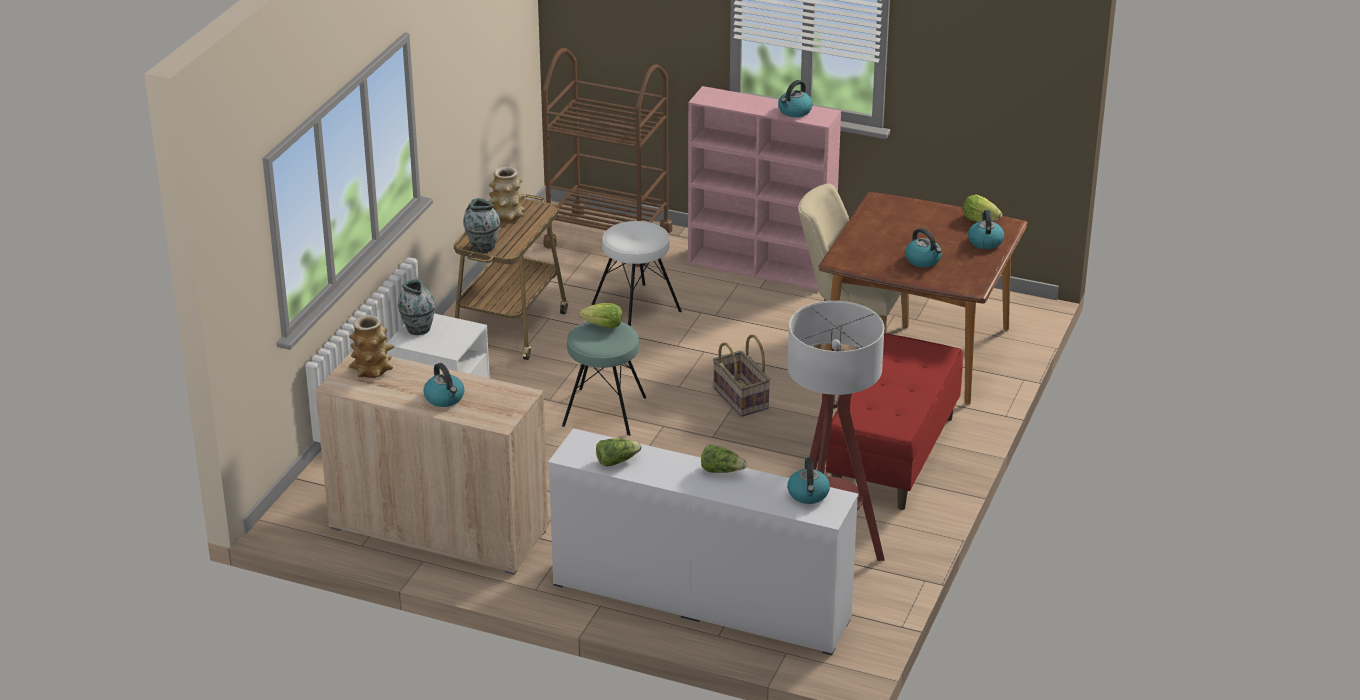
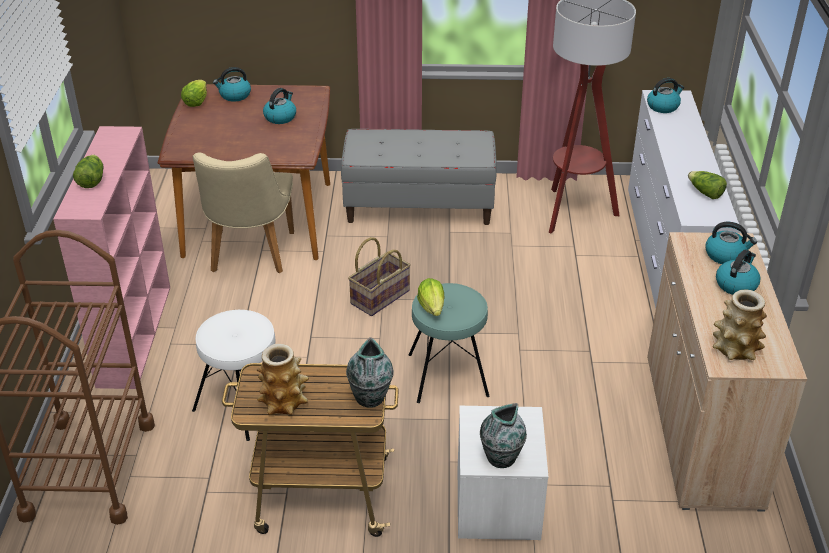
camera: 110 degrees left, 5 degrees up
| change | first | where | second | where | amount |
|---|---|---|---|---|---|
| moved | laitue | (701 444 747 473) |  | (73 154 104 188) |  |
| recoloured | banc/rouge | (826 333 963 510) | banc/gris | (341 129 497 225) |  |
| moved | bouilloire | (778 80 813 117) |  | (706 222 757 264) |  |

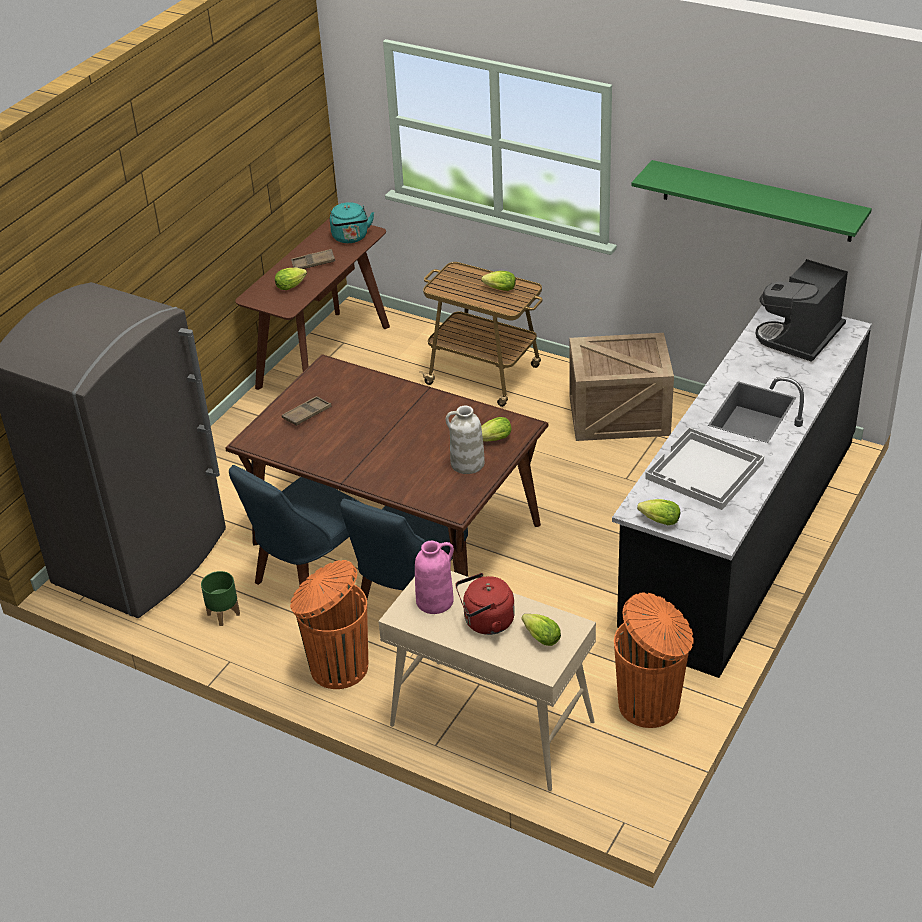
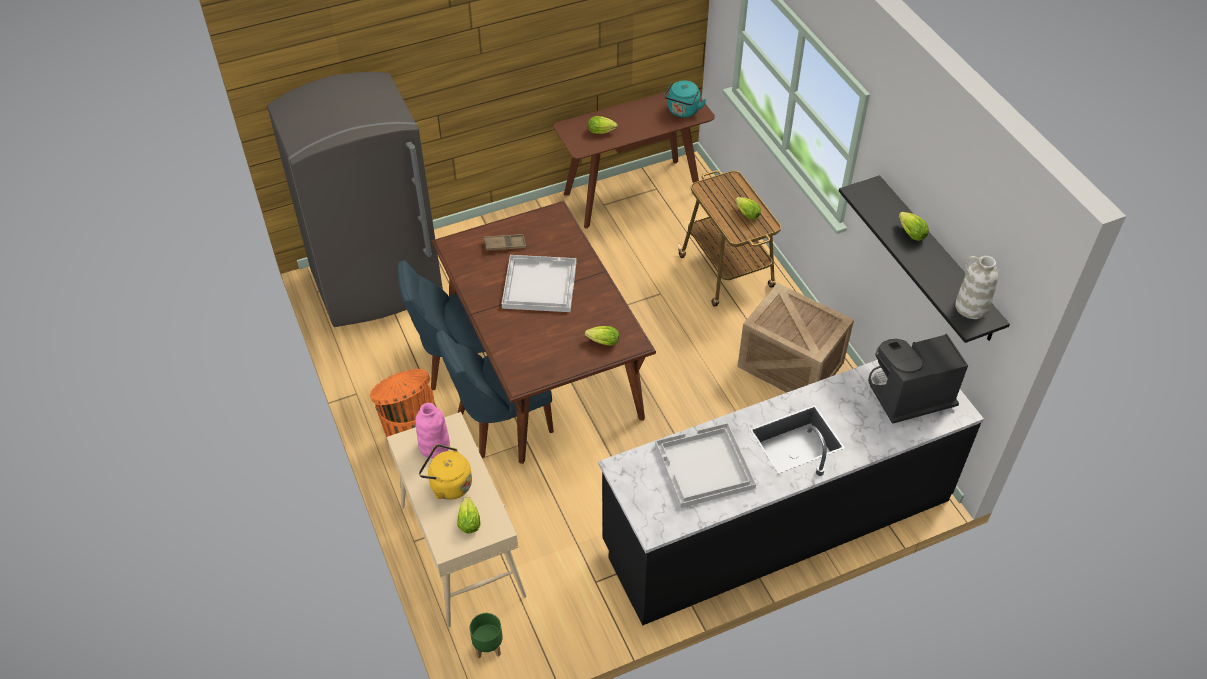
camera: 35 degrees right, 10 degrees up
| change | first | where | second | where | amount |
|---|---|---|---|---|---|
| recoloured | bouilloire/rouge | (455 573 515 635) | bouilloire/jaune | (419 444 472 500) |  |
| moved | cache-pot/vert | (201 571 240 626) |  | (470 613 503 659) |  |
| added |  |  | plateau/blanc | (502 255 577 312) |  |
| recoloured | étagère/vert | (631 160 872 242) | étagère/noir | (839 175 1010 343) |  |
| moved | laitue | (637 499 680 525) |  | (899 212 929 241) |  |
| moved | vase/blanc | (446 406 485 474) |  | (955 256 999 319) |  |
| removed | plateau/marron | (291 249 335 269) |  |  |  |
| removed | poubelle/orange | (614 592 694 728) |  |  |  |

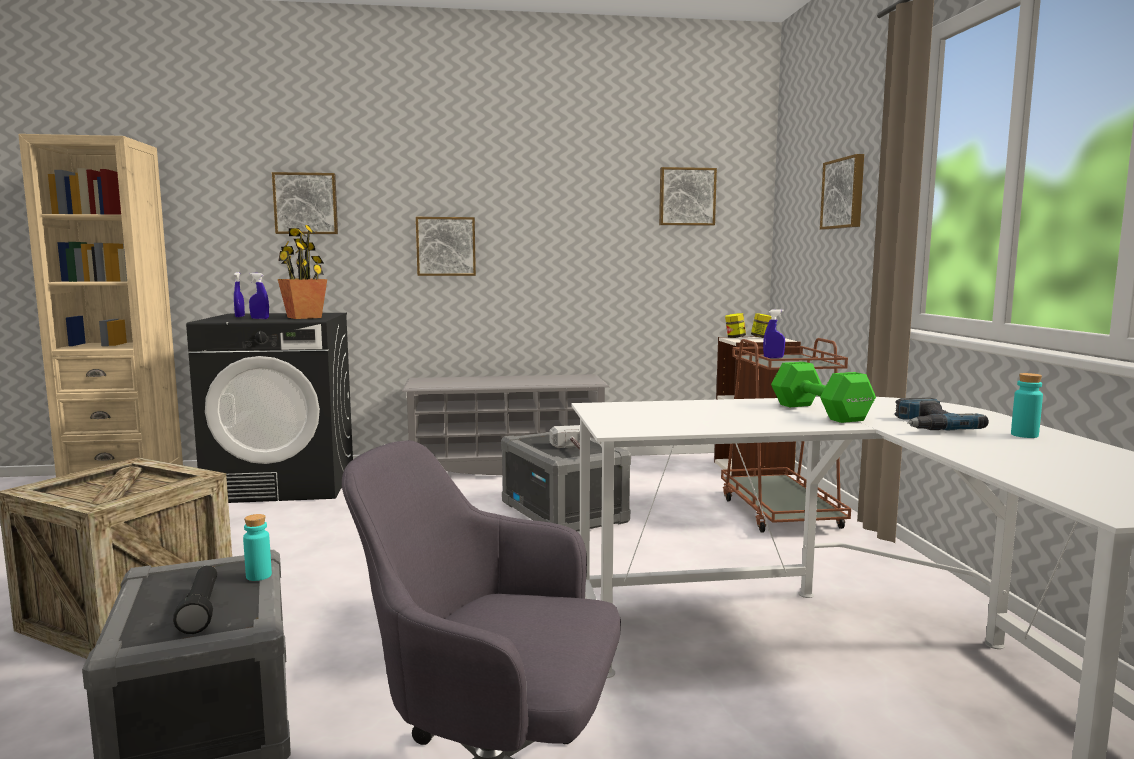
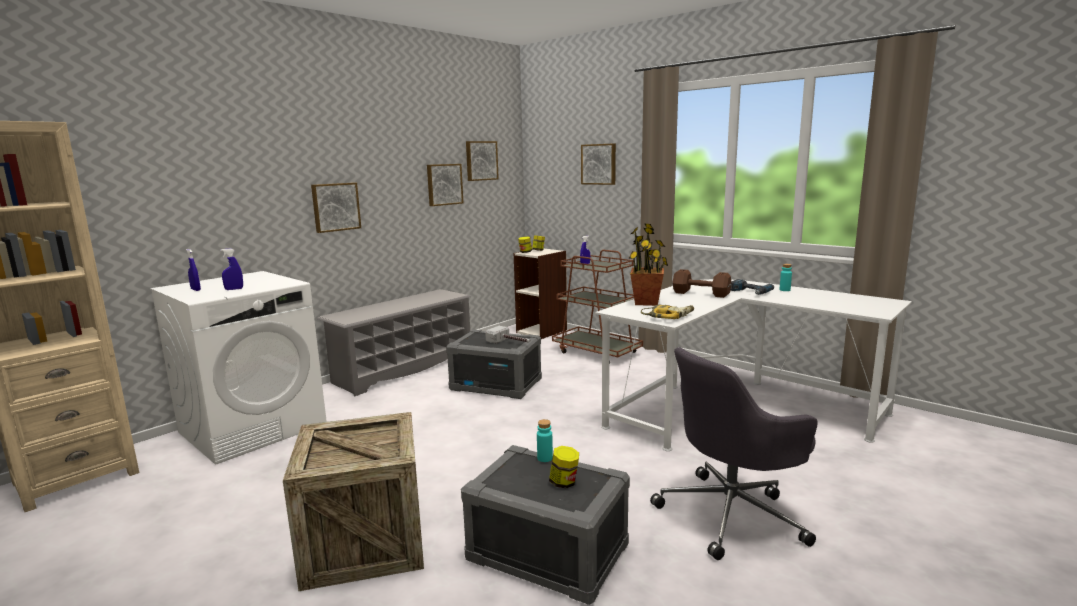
camera: 40 degrees left, 5 degrees up
| change | first | where | second | where | amount |
|---|---|---|---|---|---|
| recoloured | lave-linge/noir | (186 313 353 503) | lave-linge/blanc | (150 271 327 465) |  |
| moved | tableau | (272 172 338 234) |  | (427 164 463 206) |  |
| replaced | lampe de poche/noir | (173 565 217 634) | bocal | (549 446 579 489) |  |
| moved | plante en pot | (278 225 327 319) |  | (628 223 668 306) |  |
| added |  |  | perceuse | (641 305 694 319) |  |
| recoloured | haltère/vert | (771 362 876 423) | haltère/marron | (672 269 731 298) |  |

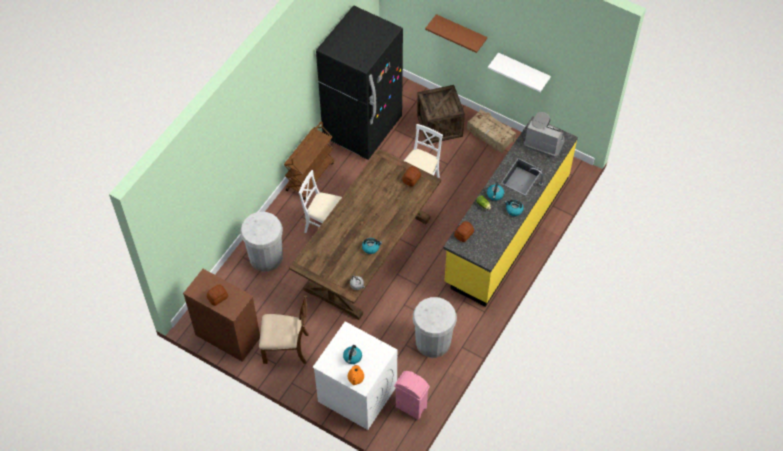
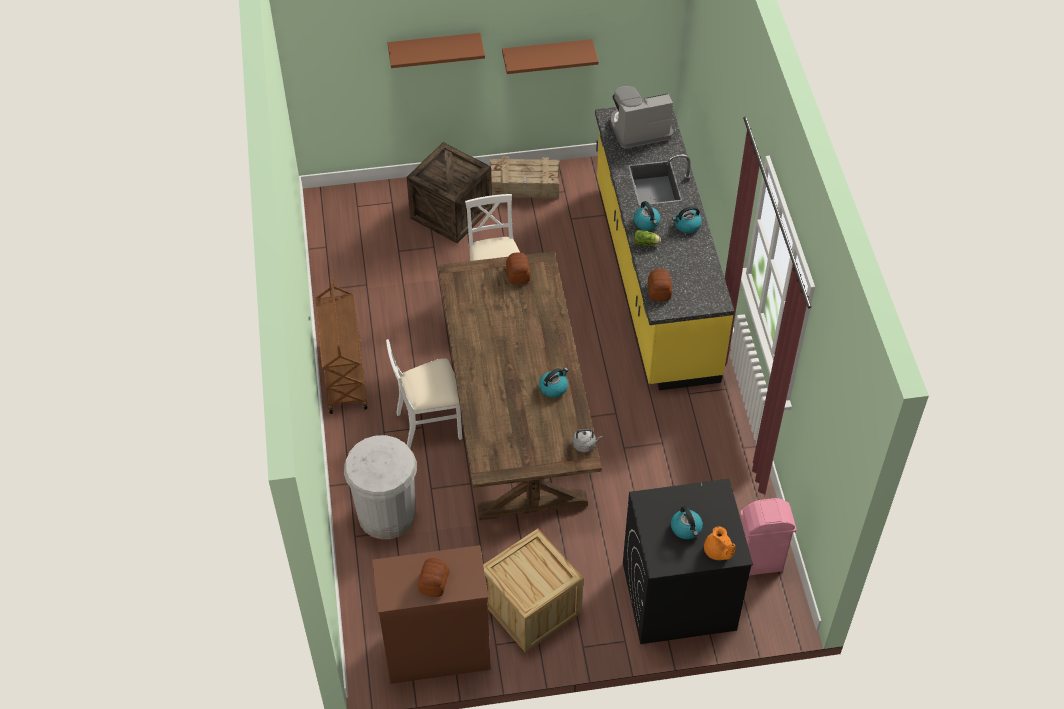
camera: 40 degrees left, 5 degrees down
| change | first | where | second | where | amount |
|---|---|---|---|---|---|
| replaced | chaise/marron | (259 295 309 364) | caisse | (483 528 583 653) |  |
| recoloured | étagère/blanc | (488 53 551 92) | étagère/marron | (502 39 598 74) |  |
| recoloured | lave-linge/blanc | (313 321 397 430) | lave-linge/noir | (623 479 753 644) |  |
| removed | réfrigérateur/noir | (316 5 403 160) |  |  |  |
| removed | poubelle/blanc | (413 297 457 358) |  |  |  |

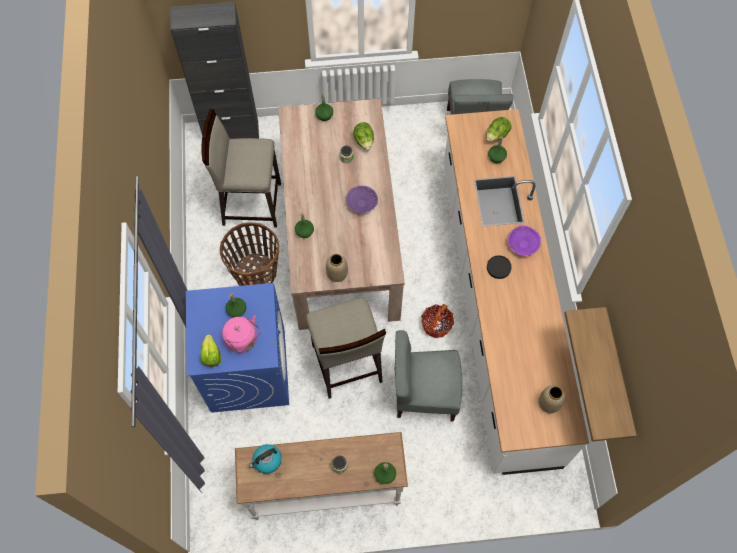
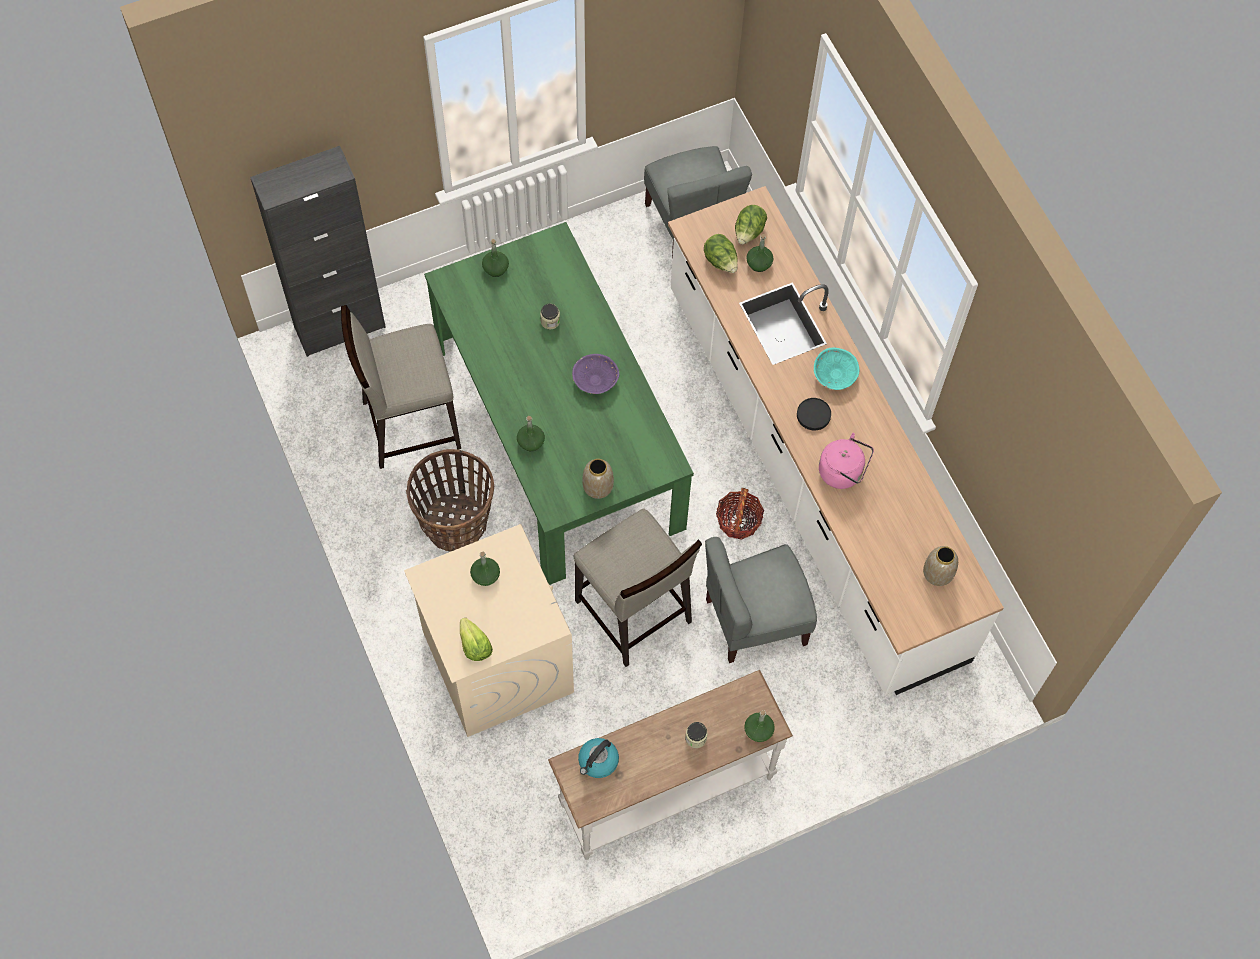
camera: 20 degrees left, 0 degrees up
| change | first | where | second | where | amount |
|---|---|---|---|---|---|
| recoloured | lave-linge/bleu | (186 283 289 413) | lave-linge/beige | (404 524 574 737) |  |
| recoloured | table à manger/beige | (278 99 405 330) | table à manger/vert | (424 222 694 585) |  |
| moved | laitue | (353 122 374 150) |  | (704 234 738 273) |  |
| recoloured | bol/violet | (508 225 541 256) | bol/turquoise | (814 348 859 390) |  |
| moved | bouilloire/rose | (222 315 261 353) |  | (819 433 874 489) |  |
| removed | étagère | (564 307 637 442) |  |  |  |

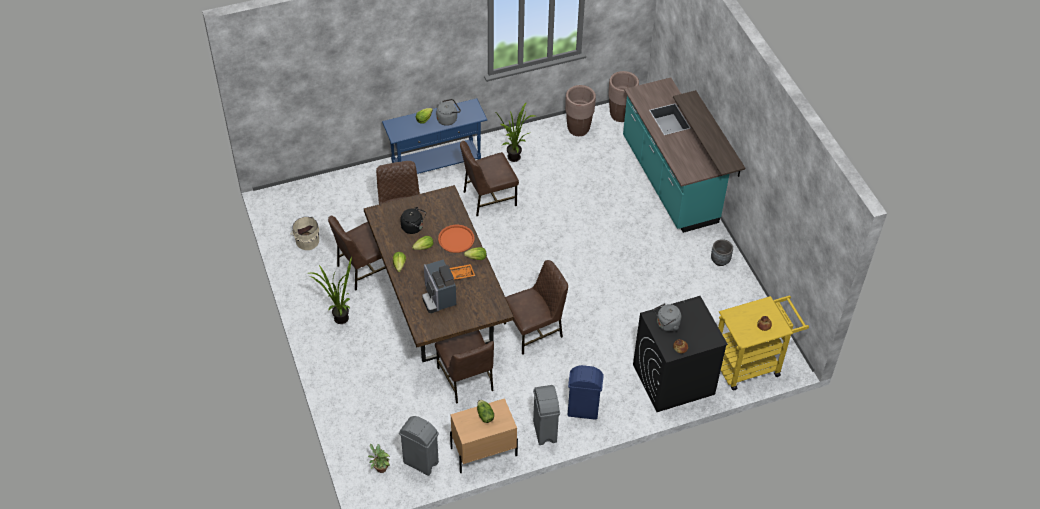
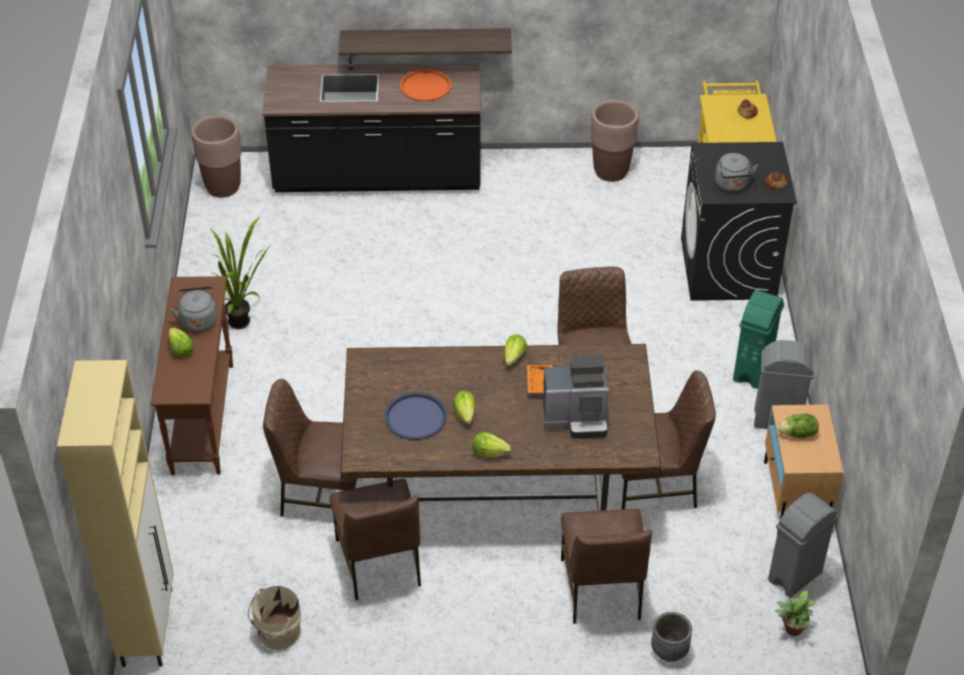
camera: 70 degrees left, 5 degrees down
| change | first | where | second | where | amount |
|---|---|---|---|---|---|
| added |  |  | meuble de rangement/beige | (57 360 174 667) |  |
| recoloured | table console/bleu | (382 98 487 174) | table console/marron | (151 276 233 476) |  |
| recoloured | comptoir de cuisine/turquoise | (623 77 729 233) | comptoir de cuisine/noir | (262 55 481 192) |  |
| replaced | bouilloire/noir | (400 207 426 234) | plateau/bleu | (385 392 447 440) |  |
| moved | plateau/orange | (438 225 475 253) |  | (400 69 452 101) |  |
| moved | chaise/marron | (460 141 519 216) |  | (561 509 652 624) |  |
| moved | cache-pot/marron | (565 85 596 136) |  | (591 100 639 182) |  |
| moved | cache-pot/gris | (711 239 733 266) |  | (651 612 692 662) |  |
| recoloured | poubelle/bleu | (568 365 604 420) | poubelle/vert | (733 290 784 389) |  |
| removed | plante en pot | (310 256 352 324) |  |  |  |

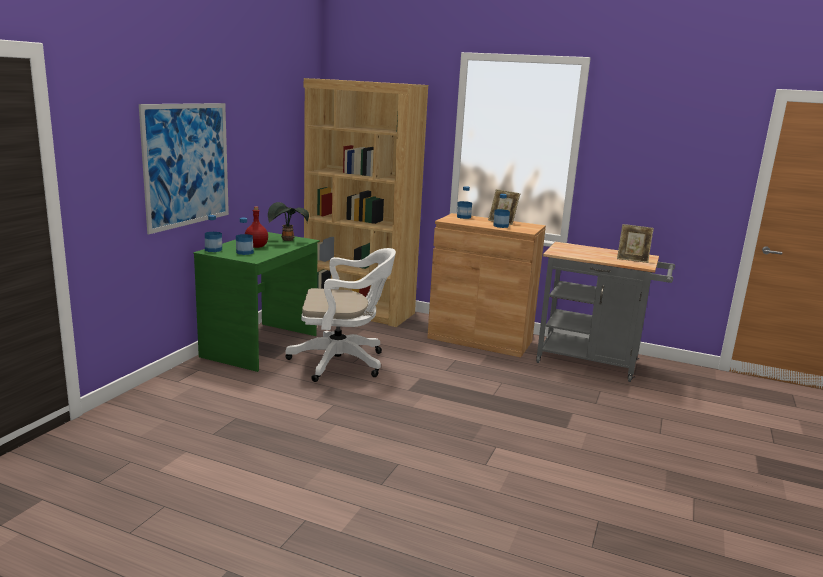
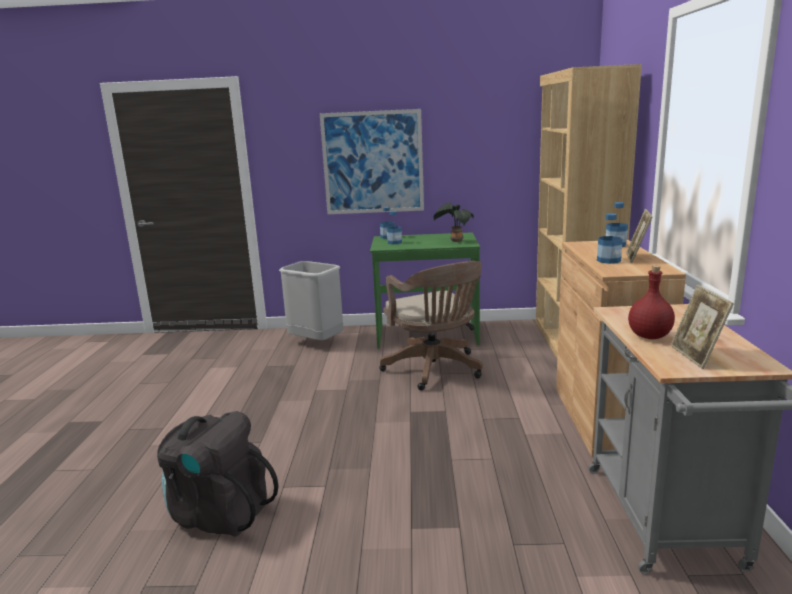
camera: 70 degrees right, 0 degrees up
| change | first | where | second | where | amount |
|---|---|---|---|---|---|
| added |  |  | sac à dos/noir | (157 411 279 537) |  |
| added |  |  | poubelle/gris | (279 261 344 340) |  |
| recoloured | chaise de bureau/blanc | (285 248 396 382) | chaise de bureau/marron | (379 261 483 391) |  |
| moved | bouteille/rouge | (245 206 268 248) |  | (628 265 675 339) |  |

